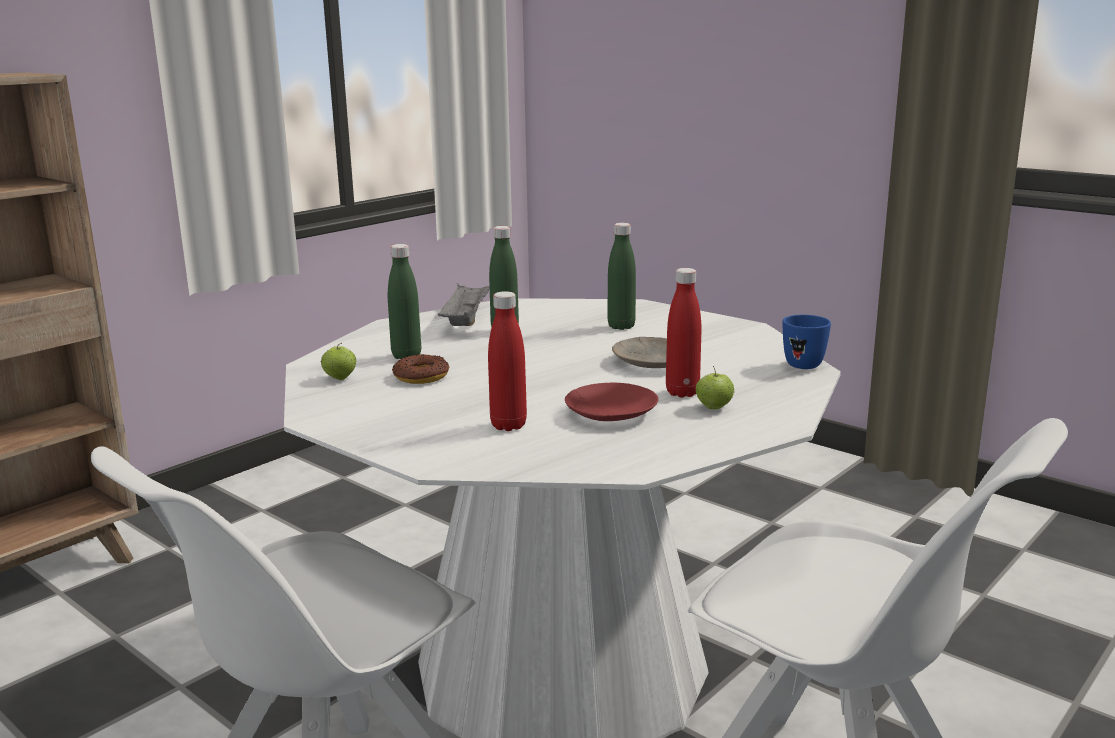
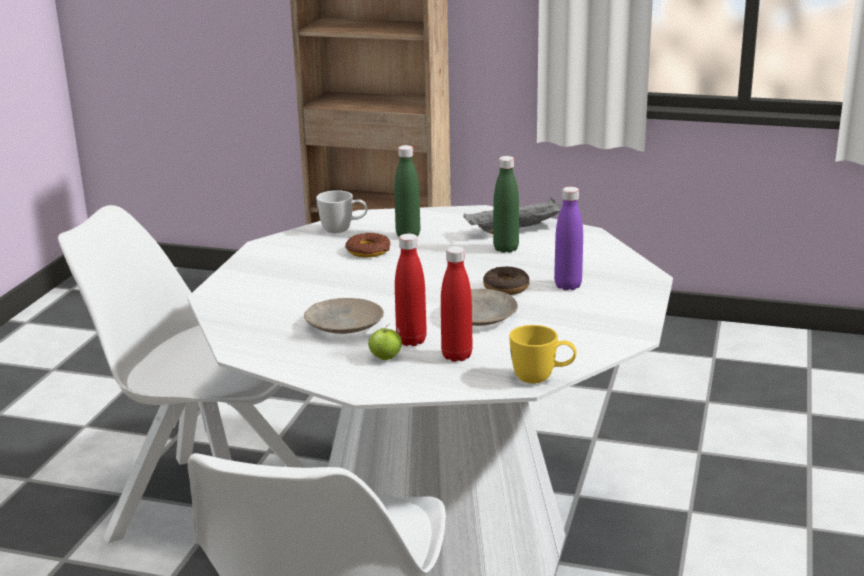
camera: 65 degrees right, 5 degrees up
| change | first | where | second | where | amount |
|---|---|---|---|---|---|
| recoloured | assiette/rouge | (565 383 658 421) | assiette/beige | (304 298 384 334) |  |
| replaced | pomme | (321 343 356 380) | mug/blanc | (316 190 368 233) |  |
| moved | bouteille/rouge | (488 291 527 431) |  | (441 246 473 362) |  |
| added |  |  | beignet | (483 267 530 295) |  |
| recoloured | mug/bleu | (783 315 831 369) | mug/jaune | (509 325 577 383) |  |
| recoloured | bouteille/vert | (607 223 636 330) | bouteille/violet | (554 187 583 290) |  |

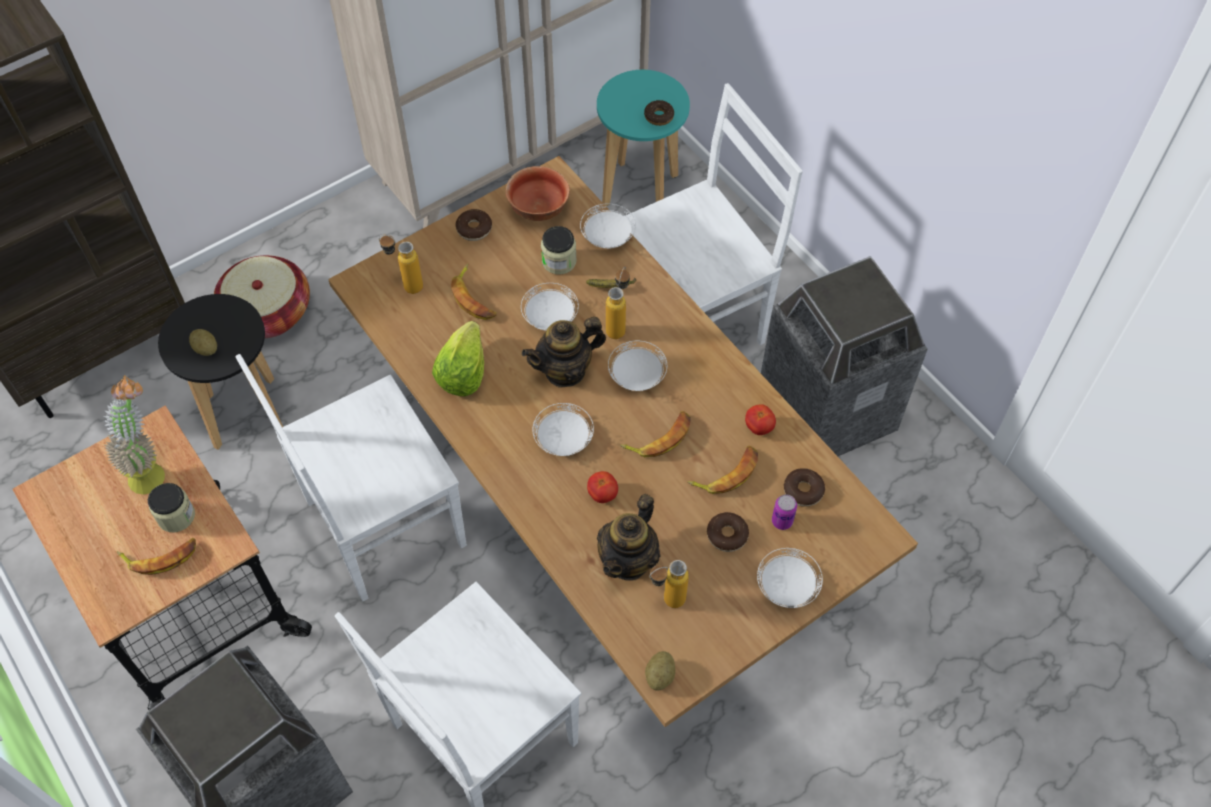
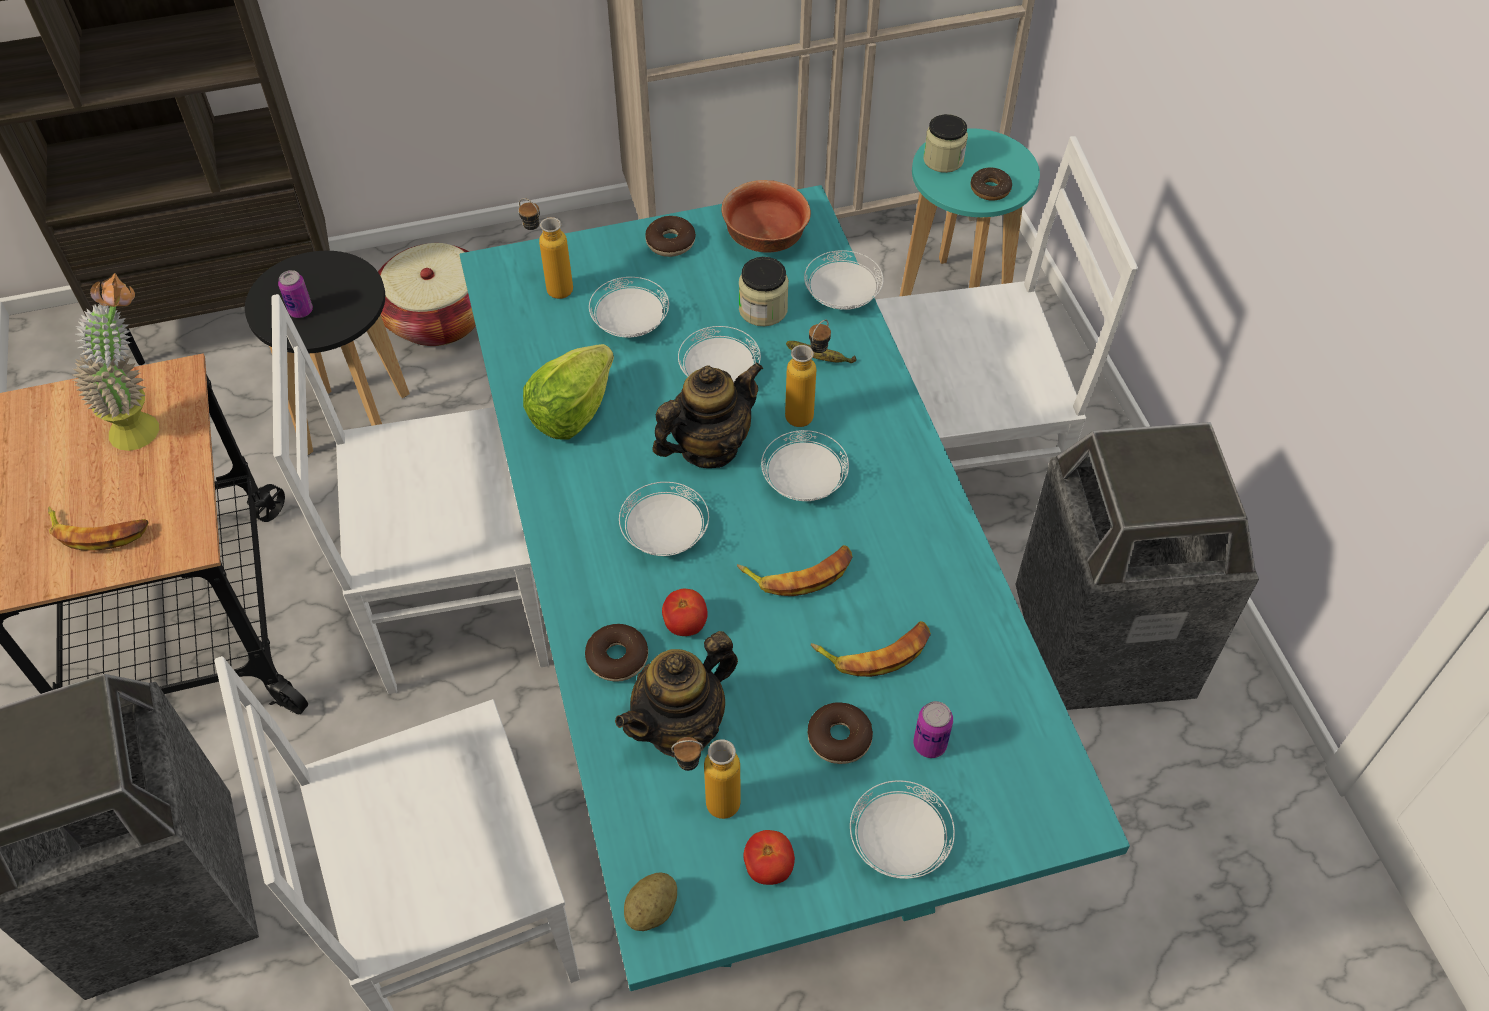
camera: 20 degrees right, 5 degrees down
| change | first | where | second | where | amount |
|---|---|---|---|---|---|
| replaced | pomme de terre | (189 329 217 356) | boîte métallique | (278 270 313 318) |  |
| recoloured | table à manger/marron | (328 156 918 727) | table à manger/turquoise | (459 185 1130 991) |  |
| moved | beignet | (784 468 825 507) |  | (585 624 648 682) |  |
| replaced | banane | (451 264 497 320) | assiette/blanc | (589 277 669 338) |  |
| turned | théière | (522 317 606 387) |  | (652 362 763 468) | 150 degrees clockwise |
| moved | tomate | (745 404 776 435) |  | (743 830 795 885) |  |
| moved | bocal | (148 483 195 533) |  | (924 114 968 173) |  |

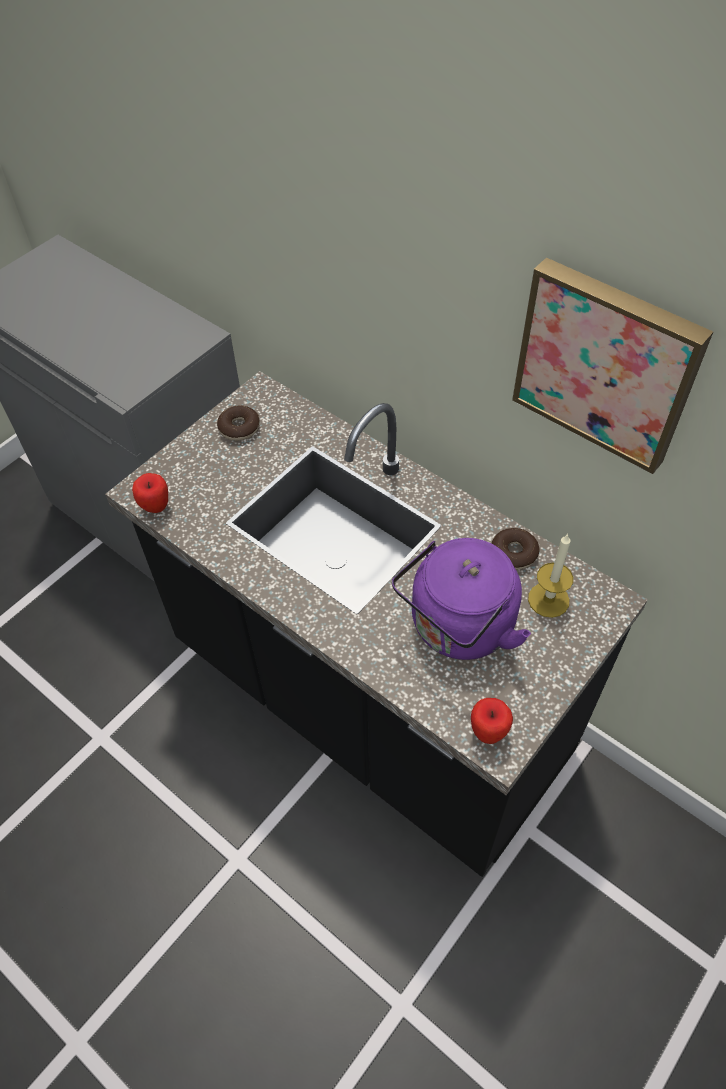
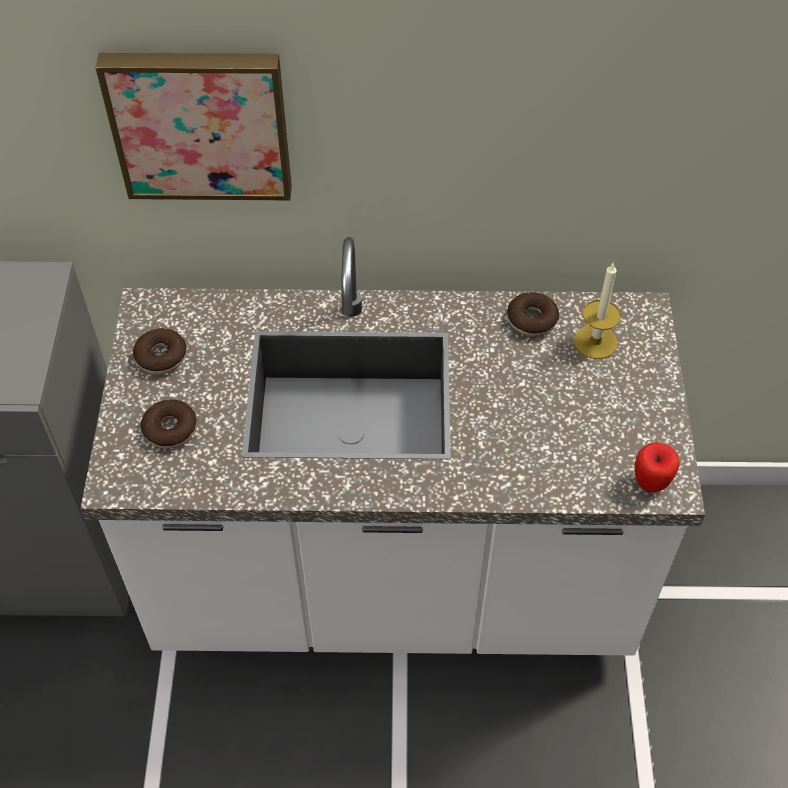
camera: 40 degrees left, 0 degrees up
| change | first | where | second | where | amount |
|---|---|---|---|---|---|
| recoloured | comptoir de cuisine/noir | (105 371 648 877) | comptoir de cuisine/blanc | (81 237 705 656) |  |
| moved | tableau | (512 257 713 474) |  | (95 53 292 201) |  |
| added |  |  | beignet | (141 400 197 449) |  |
| removed | pomme | (132 473 168 513) |  |  |  |
| removed | bouilloire/violet | (392 538 531 660) |  |  |  |

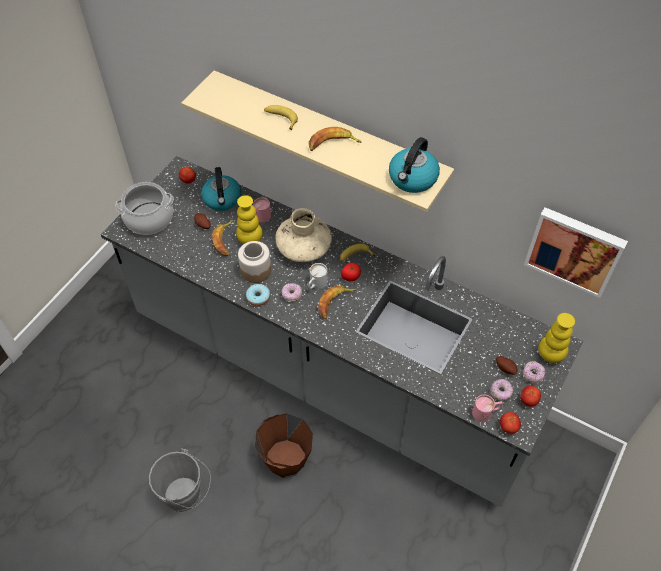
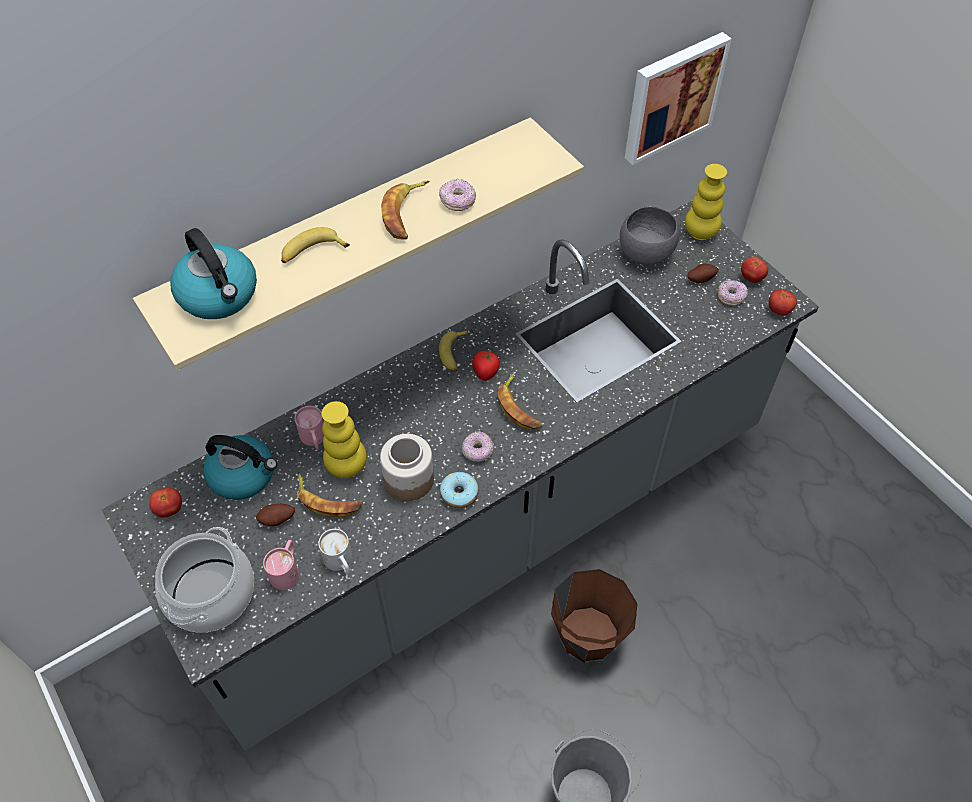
camera: 65 degrees left, 0 degrees up
| change | first | where | second | where | amount |
|---|---|---|---|---|---|
| moved | bouilloire | (389 137 440 193) |  | (170 228 257 319) |  |
| moved | mug/rose | (472 395 503 422) |  | (263 540 299 590) |  |
| moved | mug/blanc | (308 263 327 290) |  | (318 529 352 575) |  |
| moved | beignet | (523 361 545 383) |  | (439 179 476 211) |  |
| added |  |  | bol/gris | (620 206 679 265) |  |
| removed | vase/beige | (276 208 332 262) |  |  |  |

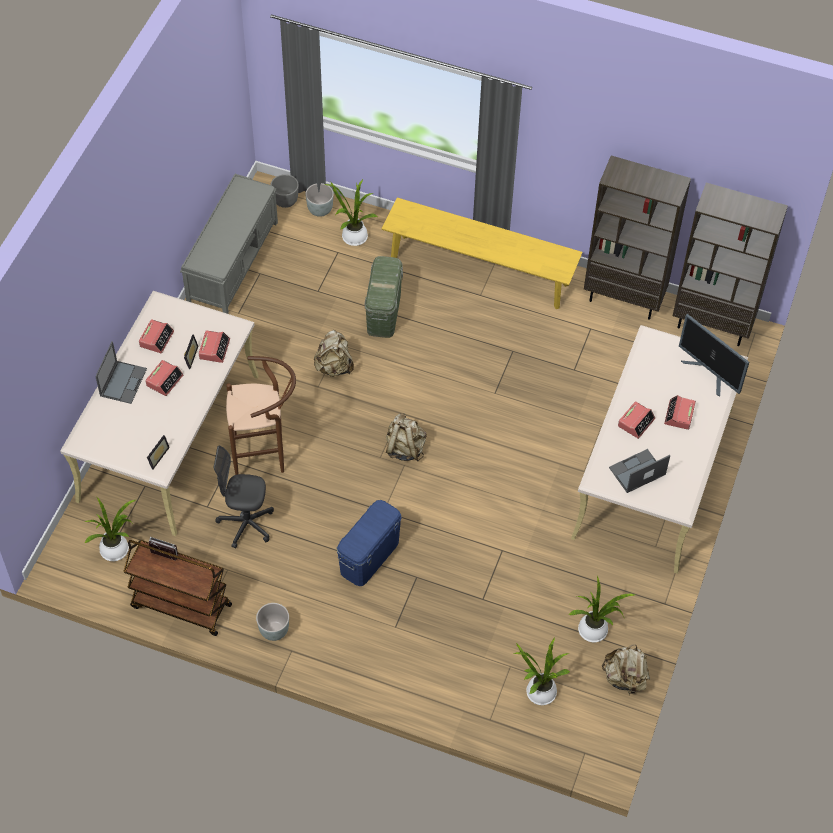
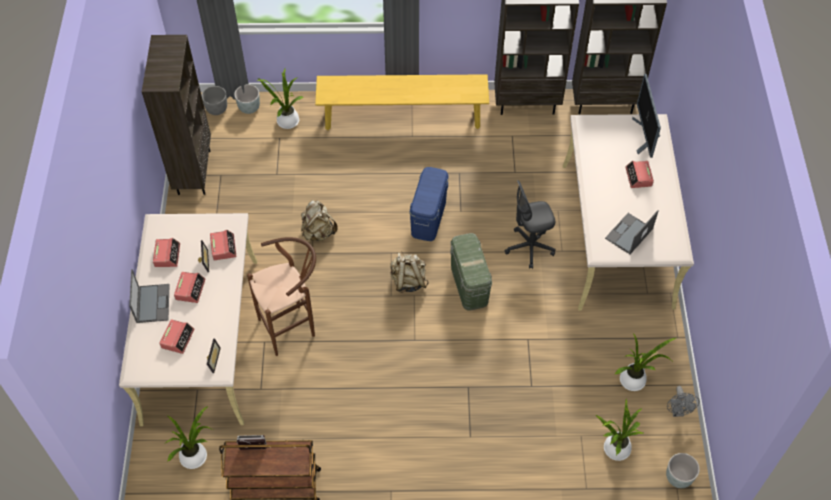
camera: 20 degrees left, 0 degrees up
| change | first | where | second | where | amount |
|---|---|---|---|---|---|
| replaced | banc/gris | (180 174 278 314) | bibliothèque/marron | (142 35 211 195) |  |
| moved | réveil | (618 401 655 439) |  | (159 319 195 354) |  |
| moved | boîte de rangement/bleu | (336 500 402 586) |  | (409 167 449 241) |  |
| moved | boîte de rangement/vert | (365 256 403 338) |  | (450 233 492 311) |  |
| moved | chaise de bureau/gris | (214 446 274 549) |  | (505 180 556 269) |  |
| turned | écran d'ordinateur | (679 314 749 397) |  | (632 74 661 158) | 60 degrees clockwise |
| moved | cache-pot/gris | (256 603 289 641) |  | (666 453 700 488) |  |
| replaced | sac à dos/beige | (602 644 650 694) | ventilateur/gris | (667 386 700 417) |  |

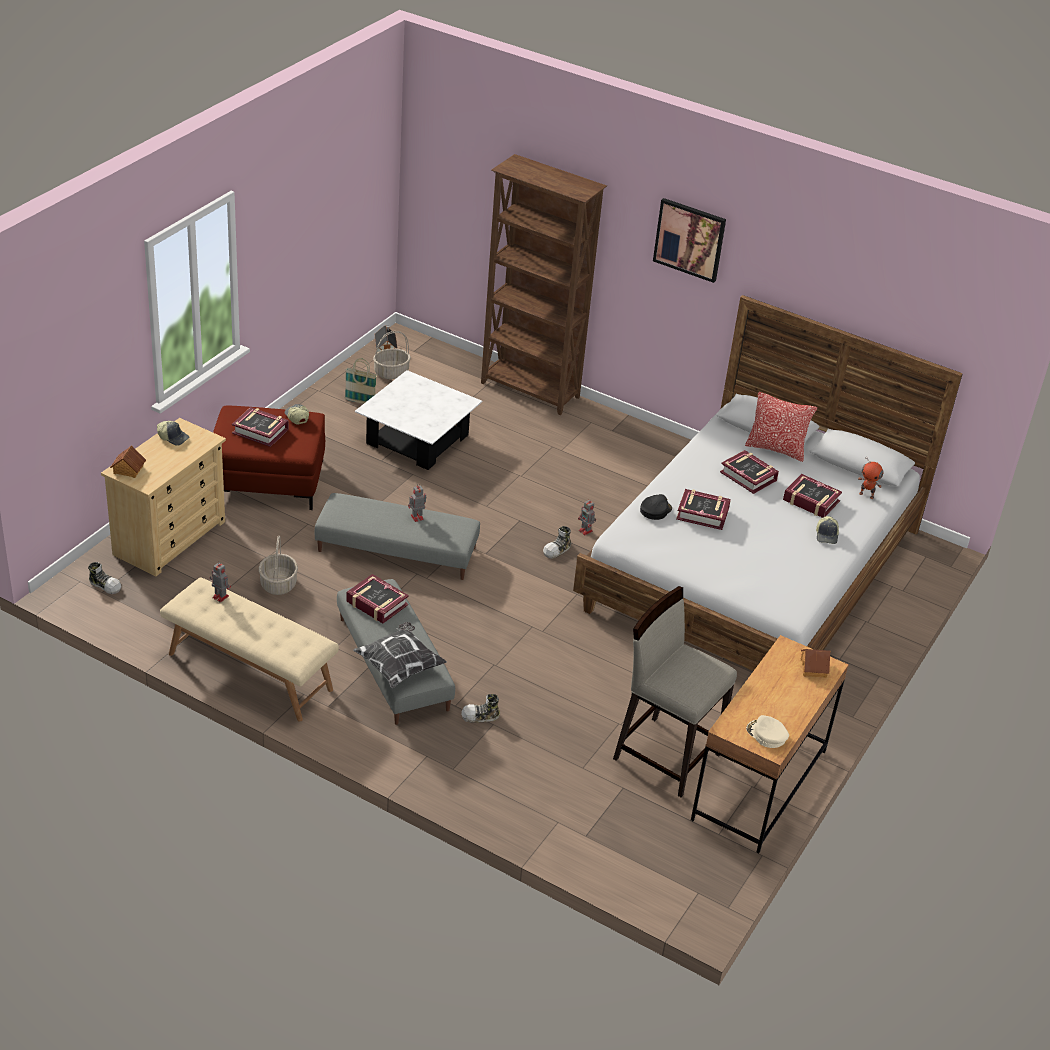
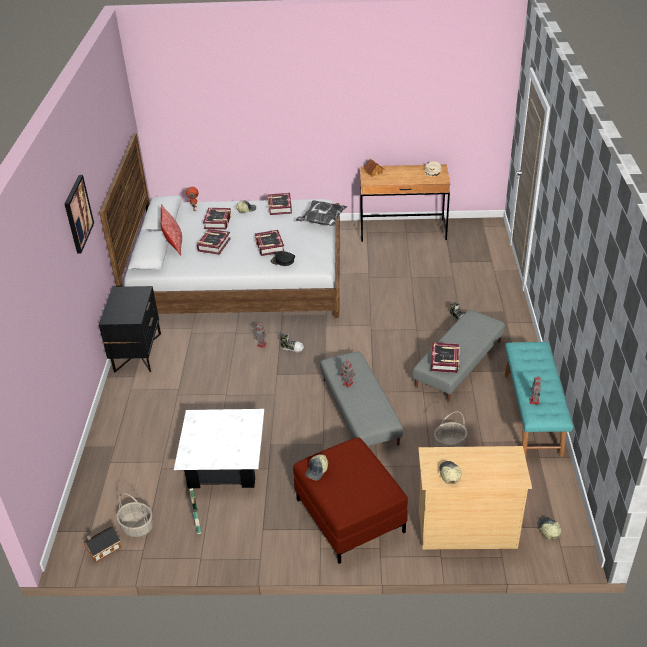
camera: 115 degrees left, 0 degrees up
| change | first | where | second | where | amount |
|---|---|---|---|---|---|
| added |  |  | table de chevet/noir | (99 286 161 372) |  |
| moved | livre | (232 407 289 447) |  | (268 193 292 215) |  |
| moved | coussin | (353 622 447 688) |  | (296 200 348 226) |  |
| recoloured | banc/beige | (160 577 339 721) | banc/turquoise | (504 342 573 457) |  |
| replaced | chaussure | (88 562 121 594) | casquette | (537 517 561 540) |  |
| removed | maison miniature | (110 445 146 478) |  |  |  |
| removed | bibliothèque/marron | (481 154 607 415) |  |  |  |
| removed | tabouret/beige | (613 586 737 797) |  |  |  |

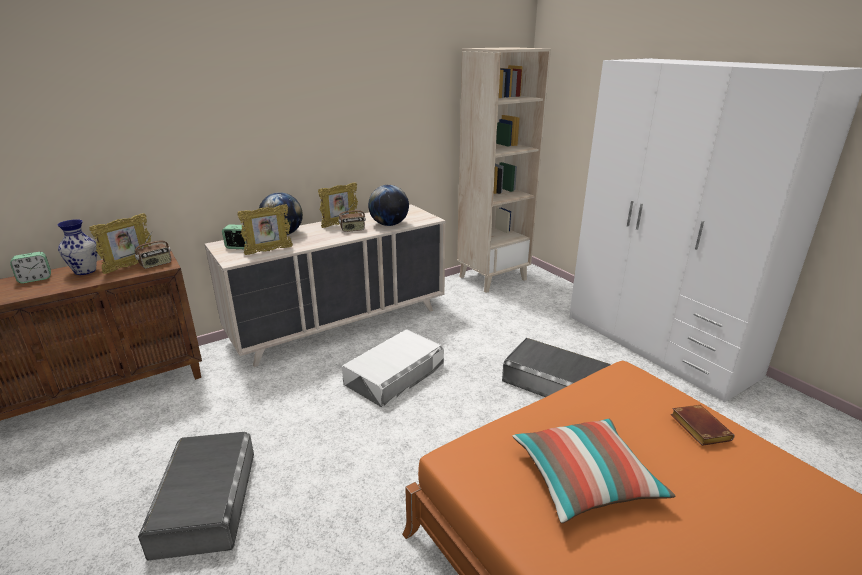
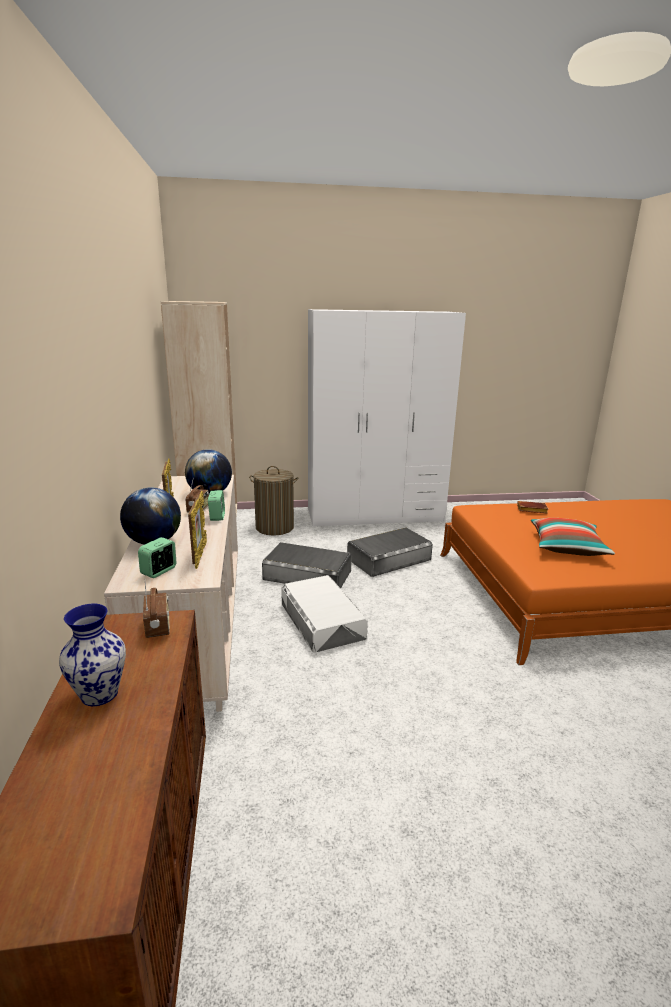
camera: 65 degrees left, 5 degrees down
| change | first | where | second | where | amount |
|---|---|---|---|---|---|
| moved | réveil | (10 252 51 283) |  | (208 490 225 521) |  |
| added |  |  | panier à linge | (249 466 298 535) |  |
| moved | boîte de rangement/gris | (138 432 254 561) |  | (262 542 352 589) |  |
| removed | cadre photo | (89 213 151 274) |  |  |  |

